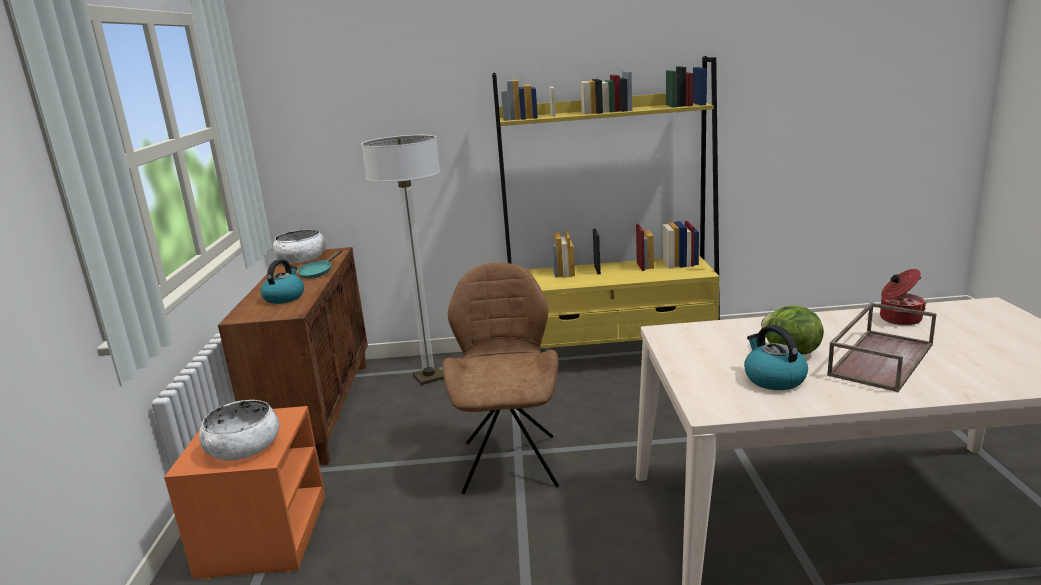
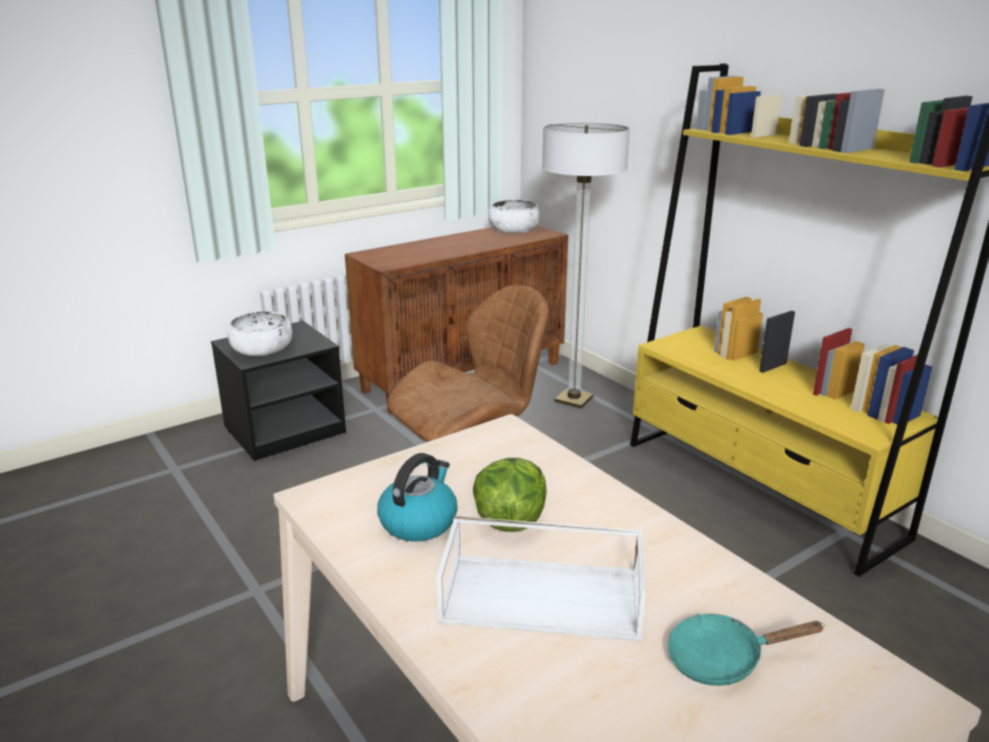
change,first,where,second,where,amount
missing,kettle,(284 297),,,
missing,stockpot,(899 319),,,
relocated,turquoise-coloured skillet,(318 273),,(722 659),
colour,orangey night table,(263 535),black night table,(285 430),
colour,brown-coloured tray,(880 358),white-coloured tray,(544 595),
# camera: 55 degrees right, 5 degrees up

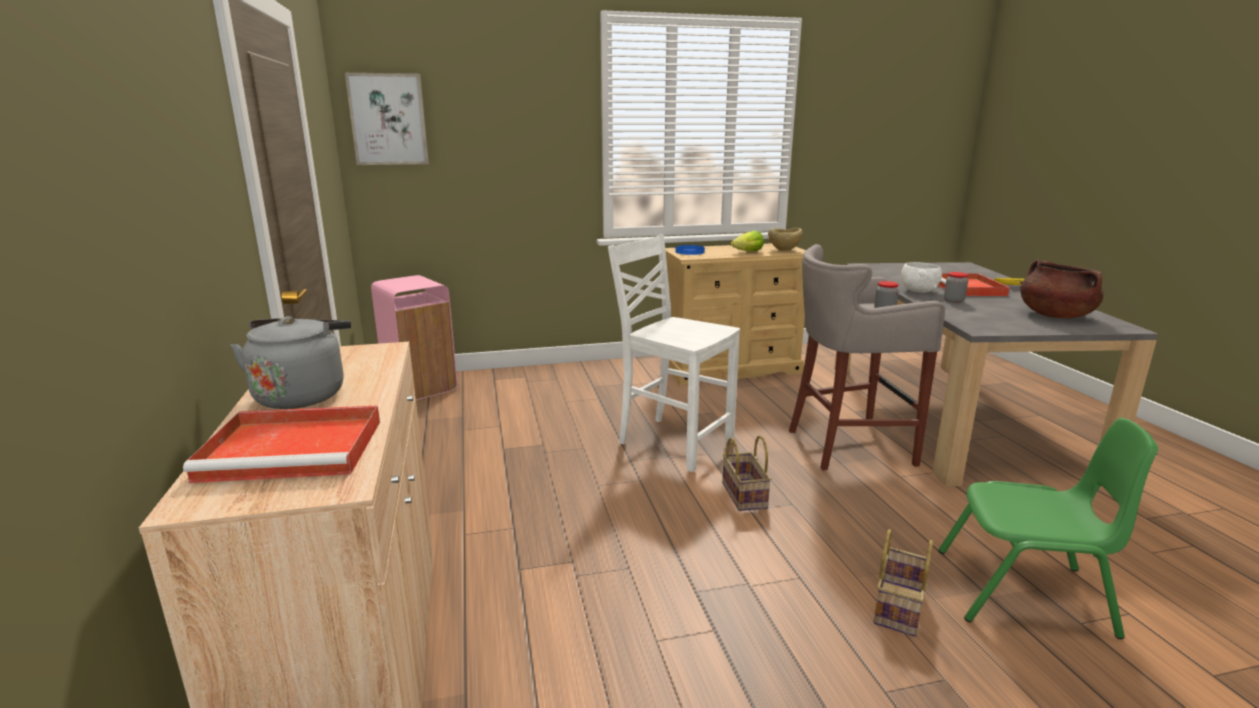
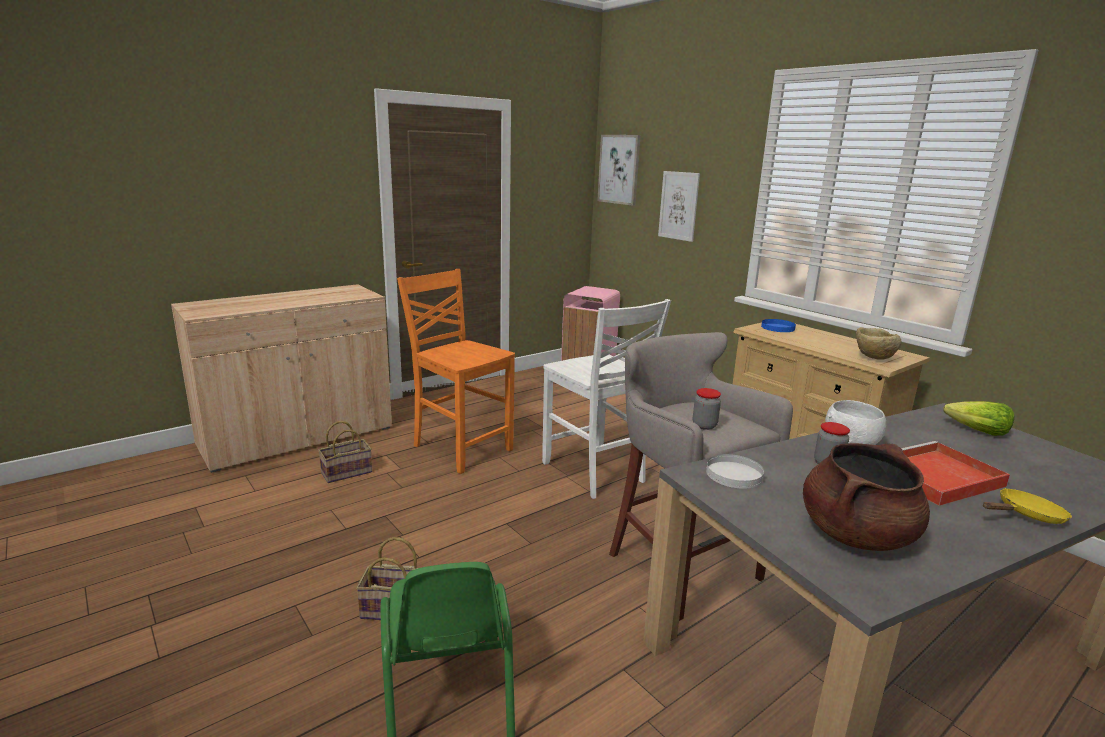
change,first,where,second,where,amount
missing,red-coloured tray,(297 449),,,
missing,greyish kettle,(302 395),,,
appeared,,,orangey plain chair,(460 448),
appeared,,,picture,(678 206),
appeared,,,white-coloured flat dish,(734 474),
relocated,household basket,(742 494),,(347 472),
relocated,lettuce,(748 252),,(977 431),
spun,white-coloured plain chair,(673 442),,(595 473),135 degrees clockwise
# camera: 65 degrees right, 0 degrees up

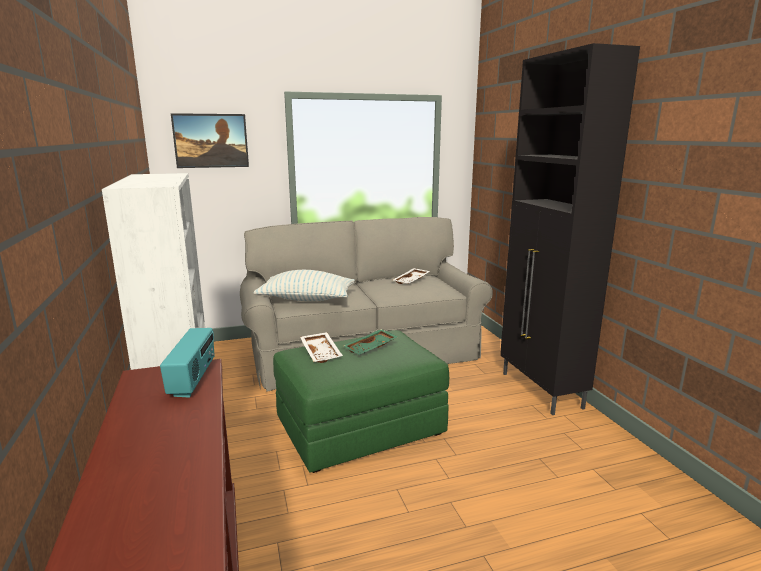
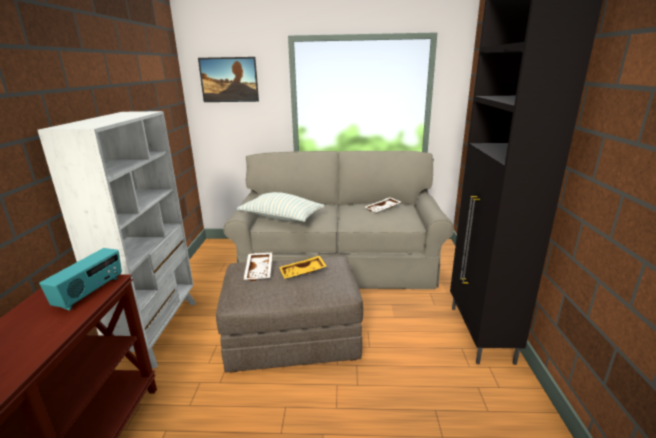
change,first,where,second,where,amount
colour,green-coloured pouffe,(360 426),greyish pouffe,(293 336),
colour,green-coloured tray,(371 348),yellow tray,(303 273),
# camera: 20 degrees right, 5 degrees up

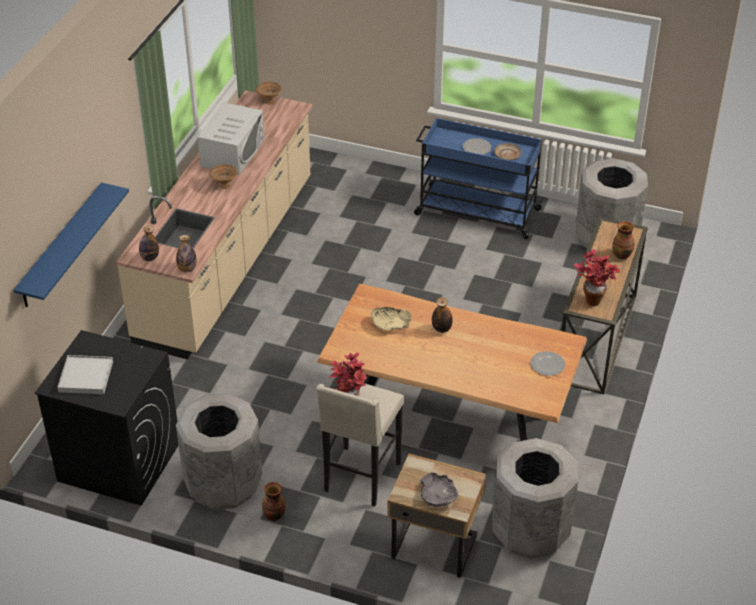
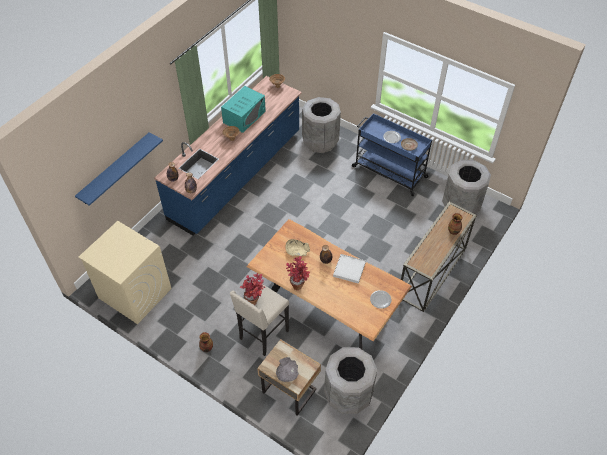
change,first,where,second,where,amount
relocated,white-coloured tray,(86 376),,(349 269),
relocated,greyish trash can,(223 484),,(320 142),
relocated,plant in a pot,(592 298),,(298 283),
colour,black washing machine,(118 461),sand-coloured washing machine,(134 293),
colour,sand-coloured kitchen counter,(228 260),bluish kitchen counter,(236 175),
colour,white-coloured microwave,(233 152),turquoise-coloured microwave,(244 117),
# camera: 15 degrees right, 10 degrees up

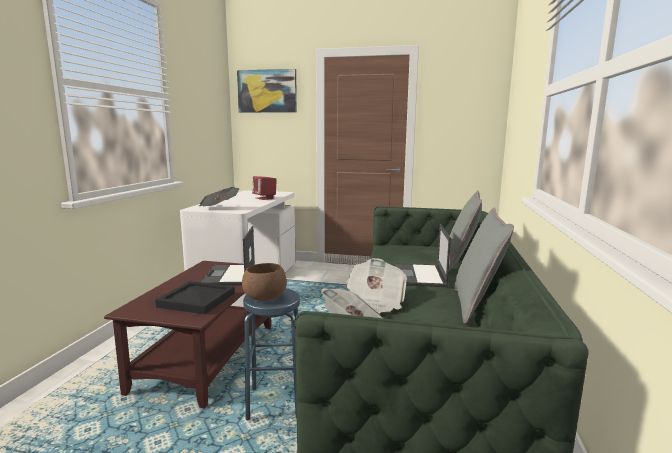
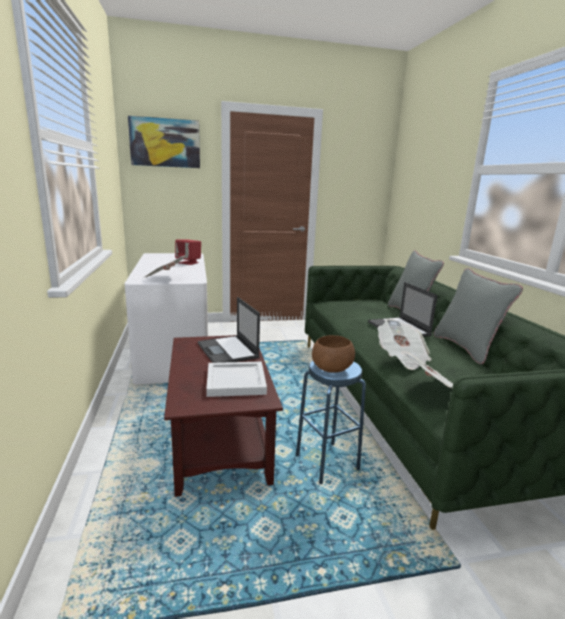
change,first,where,second,where,amount
colour,black tray,(196 299),white-coloured tray,(235 381),
# camera: 25 degrees left, 5 degrees up

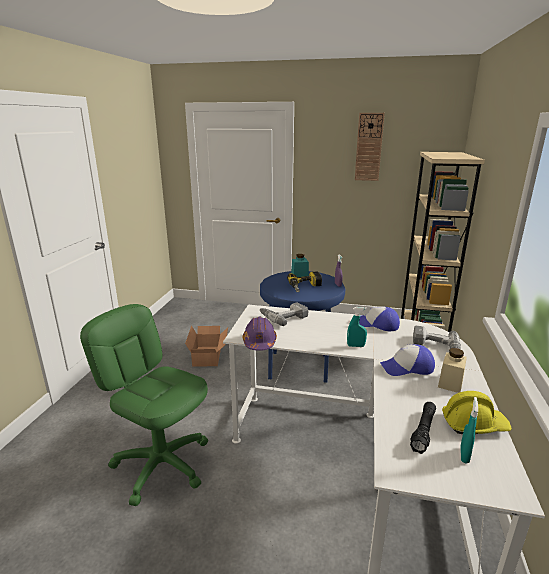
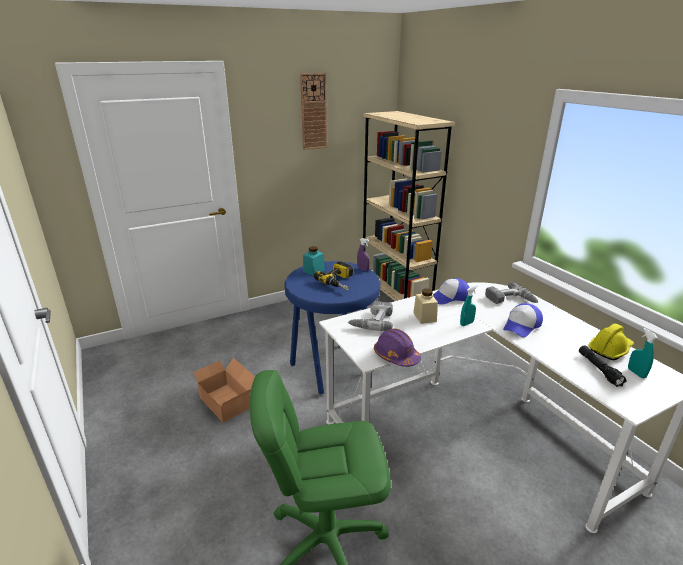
change,first,where,second,where,amount
relocated,sand-coloured jar,(450 383),,(424 317),
# camera: 40 degrees left, 5 degrees up

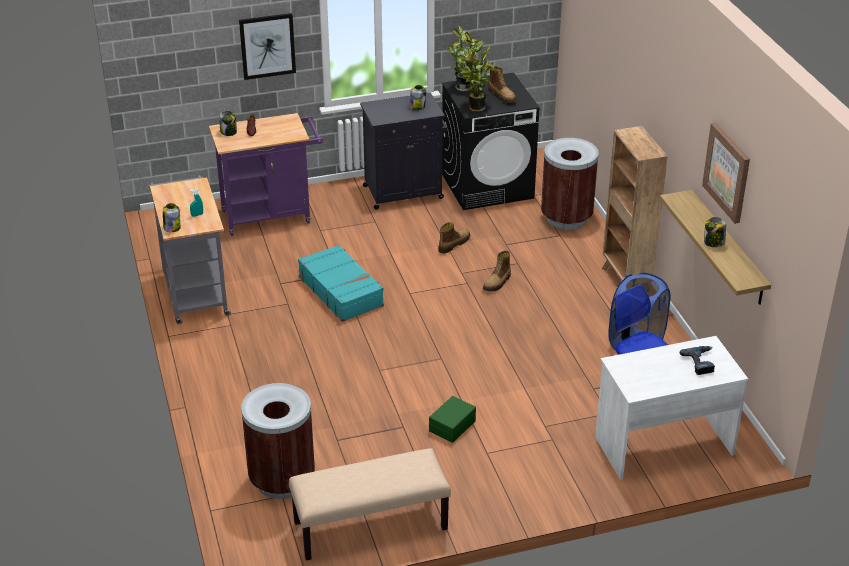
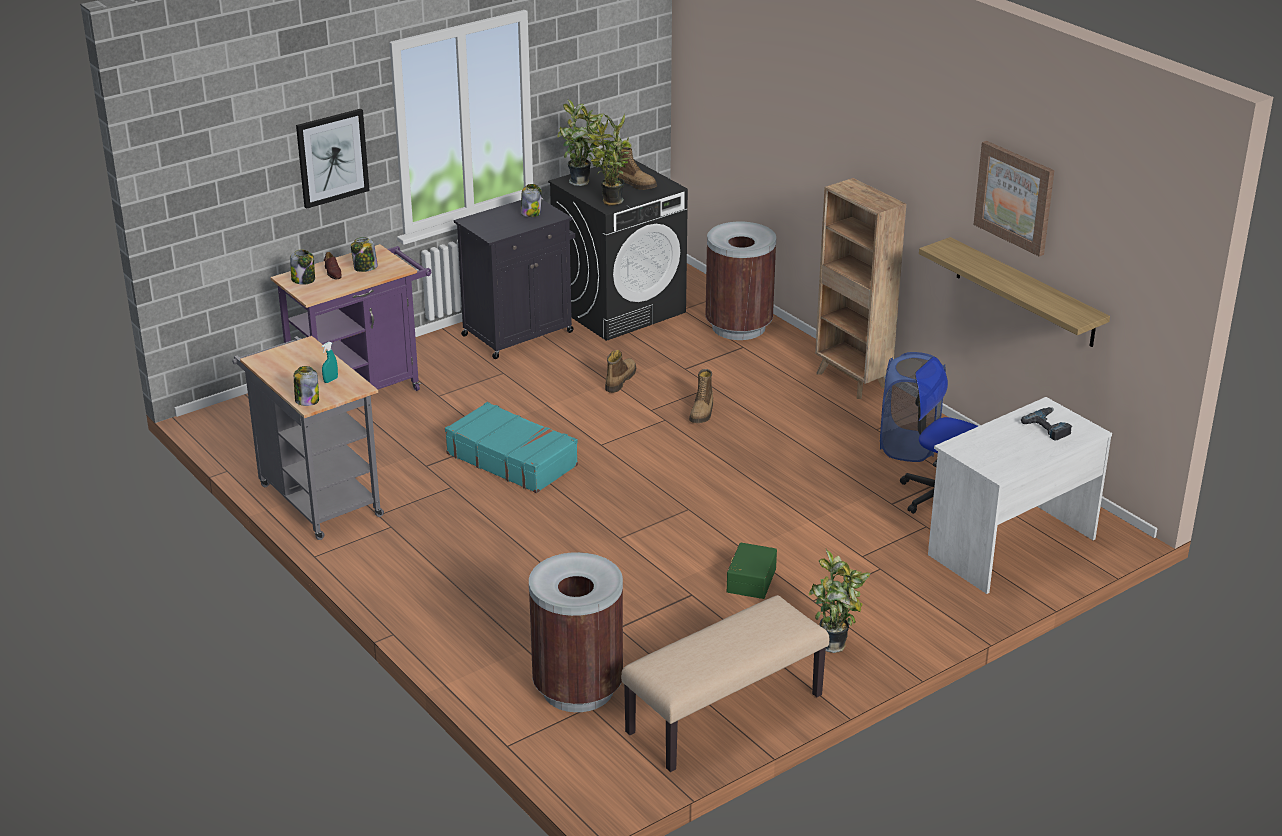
change,first,where,second,where,amount
appeared,,,plant in a pot,(836 645),
relocated,jar,(713 243),,(365 268),
# camera: 20 degrees left, 5 degrees down

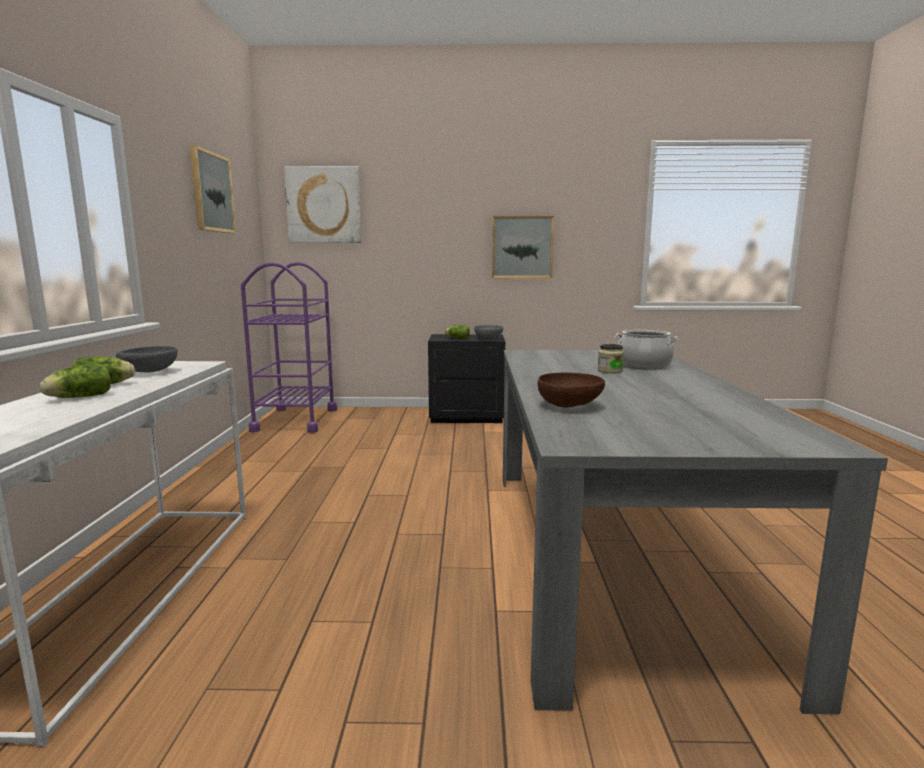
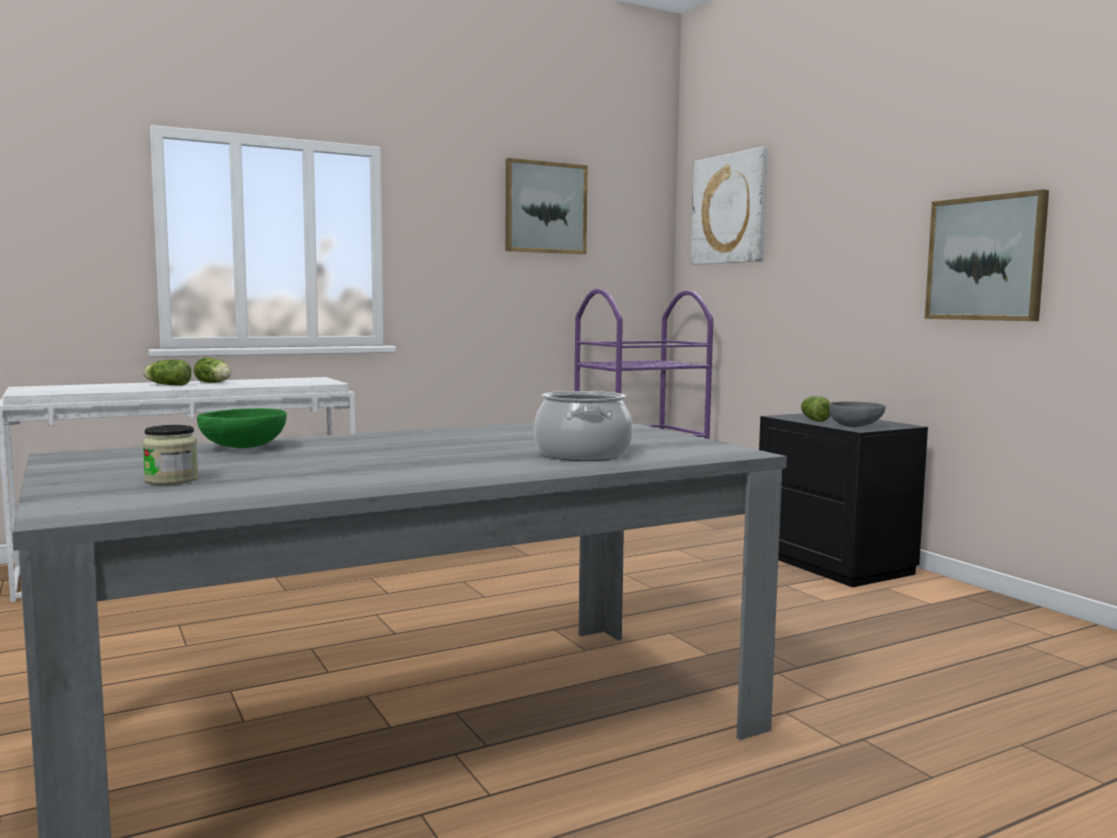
change,first,where,second,where,amount
missing,greyish serving bowl,(150 372),,,
relocated,jar,(610 371),,(171 480),
colour,brown-coloured serving bowl,(570 406),green-coloured serving bowl,(243 448),
# camera: 60 degrees right, 5 degrees down

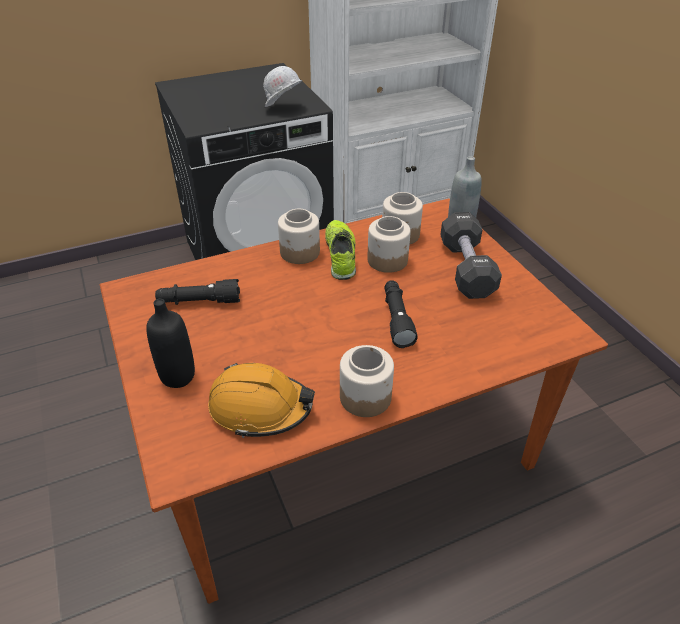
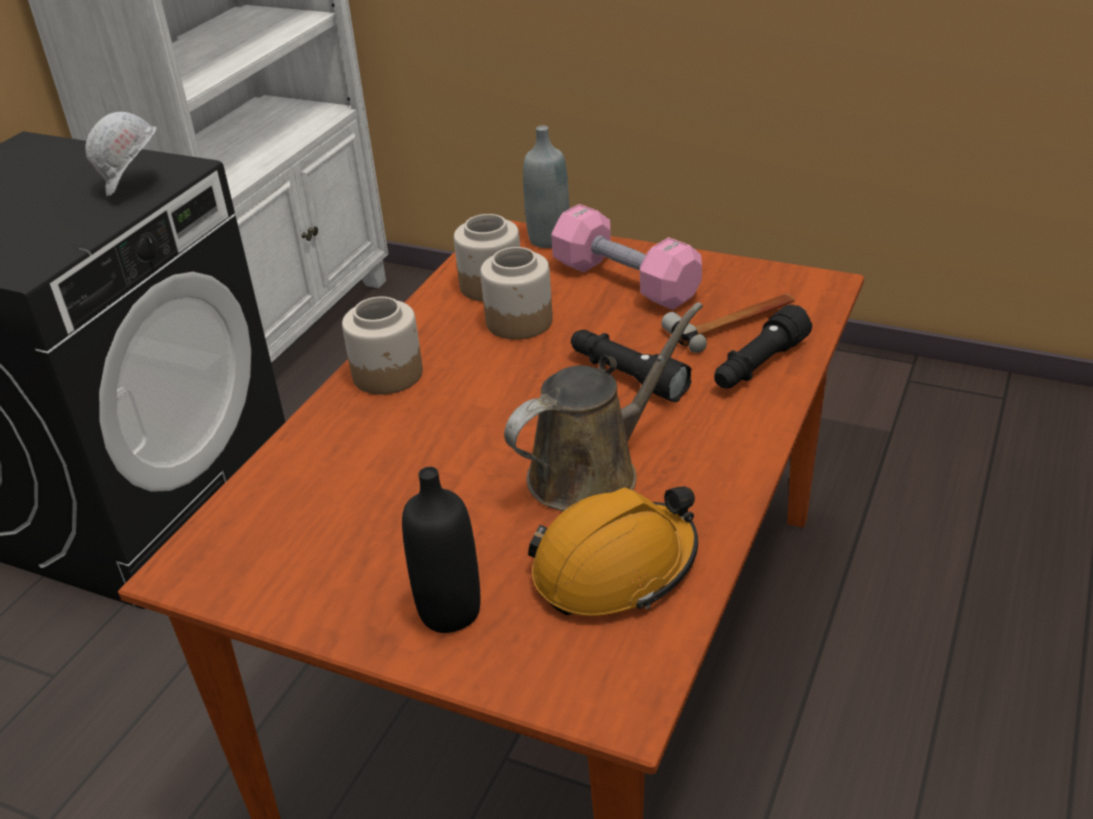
change,first,where,second,where,amount
missing,item of footwear,(341 255),,,
missing,jar,(365 397),,,
appeared,,,brown-coloured sprinkling can,(592 471),
appeared,,,hand hammer,(733 323),
relocated,black hand torch,(199 302),,(758 365),
colour,black dumbbell,(466 269),pink-coloured dumbbell,(625 281),
# camera: 40 degrees left, 5 degrees down

